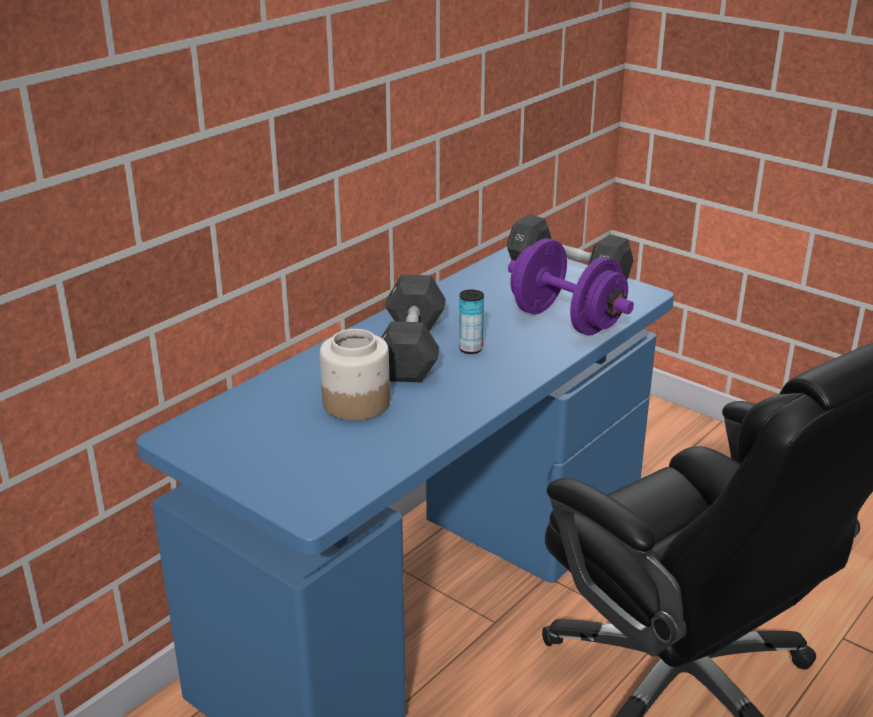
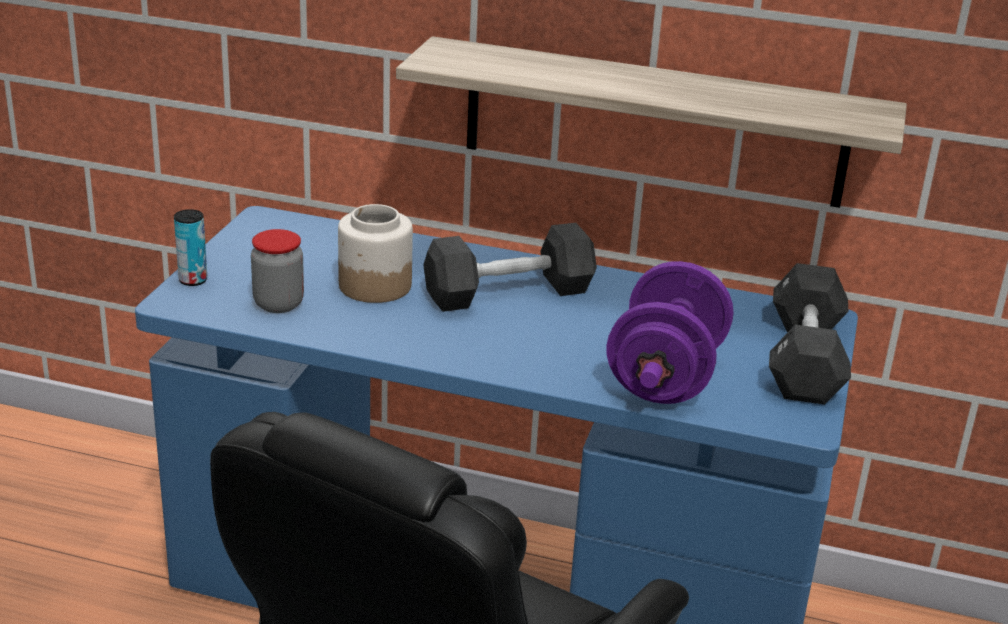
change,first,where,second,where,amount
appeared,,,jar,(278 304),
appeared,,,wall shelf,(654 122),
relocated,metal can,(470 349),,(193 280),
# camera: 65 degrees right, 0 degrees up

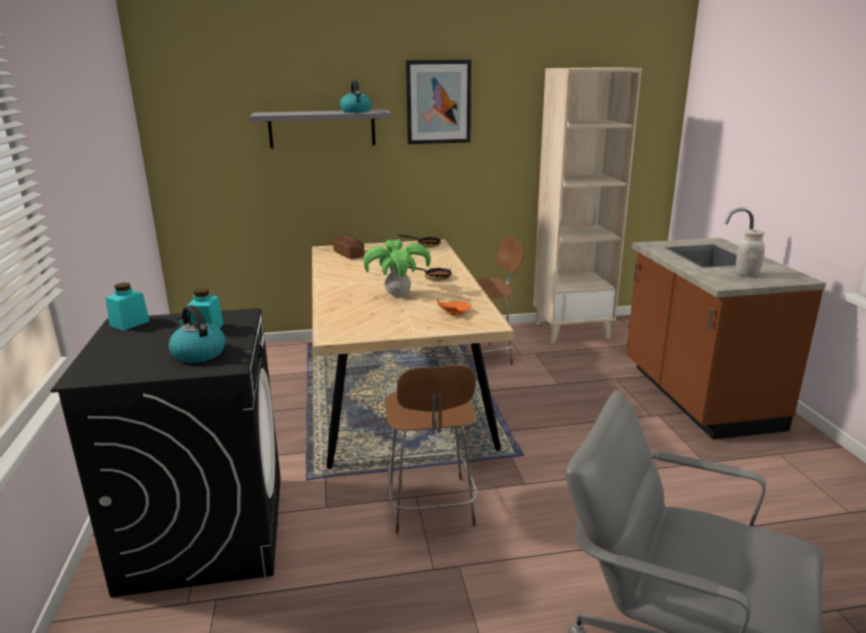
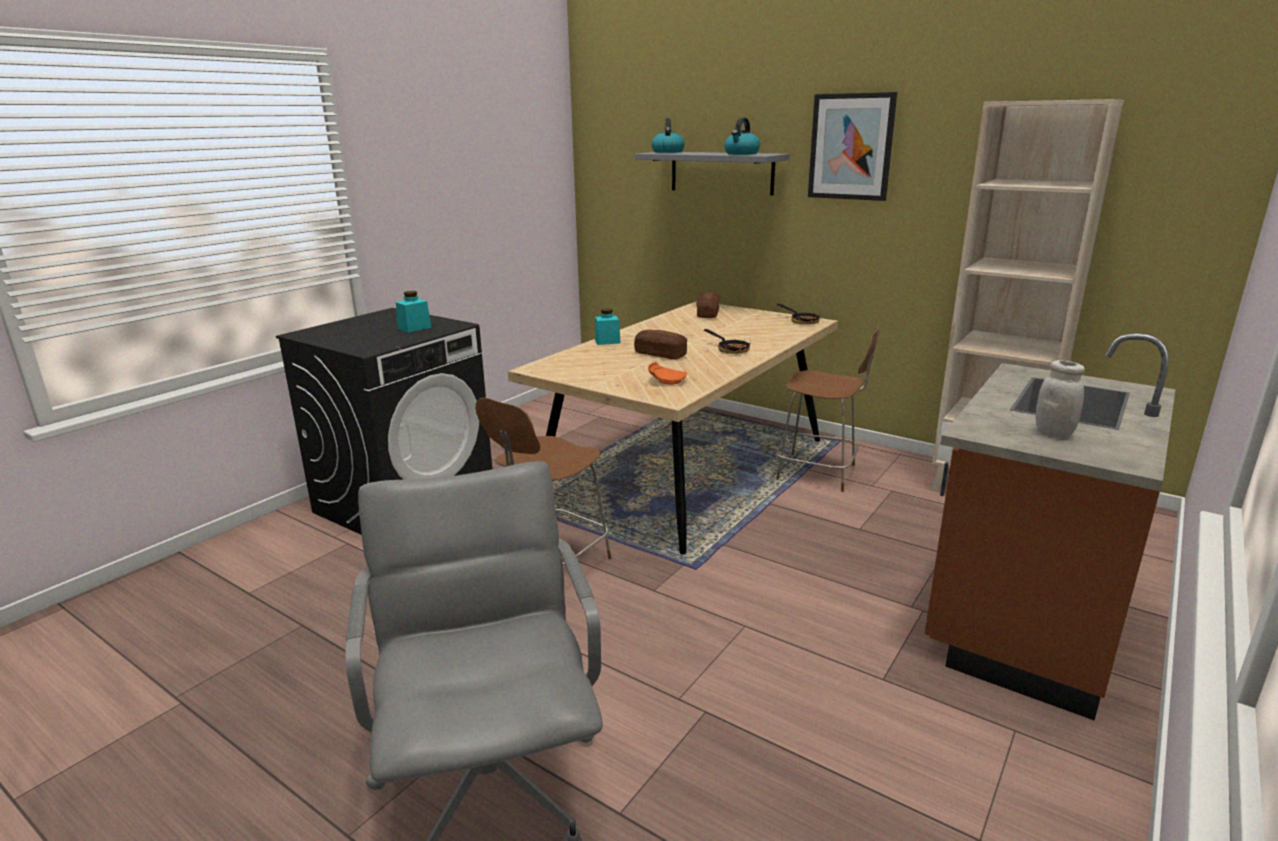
change,first,where,second,where,amount
relocated,turquoise-coloured jar,(129 323),,(607 341),
relocated,kettle,(198 353),,(667 152),
exchanged,plant in a pot,(397 295),baked bread,(660 354),
# camera: 45 degrees right, 0 degrees up

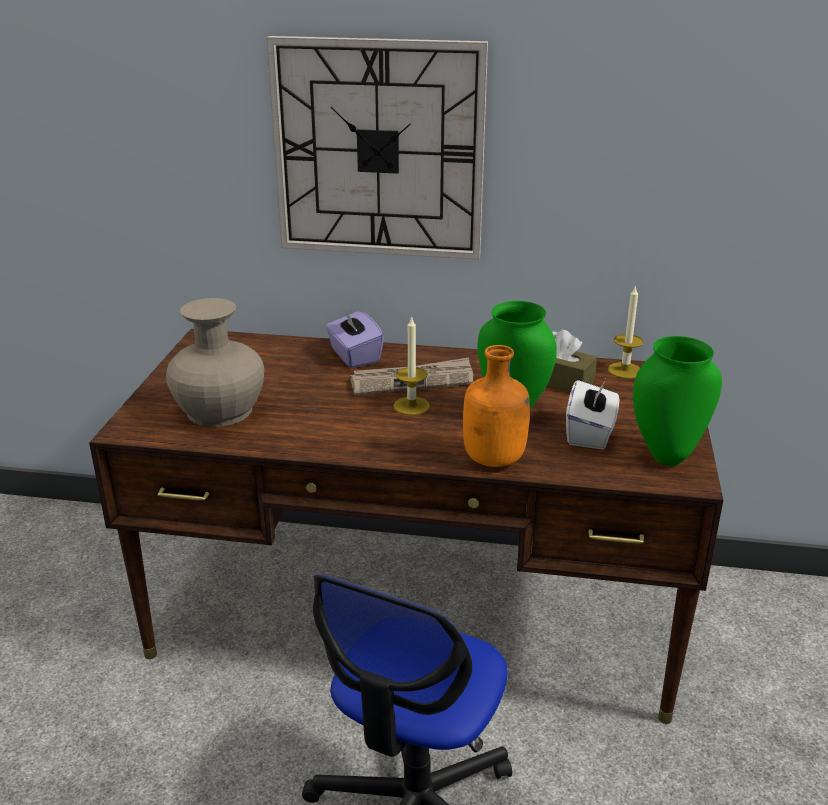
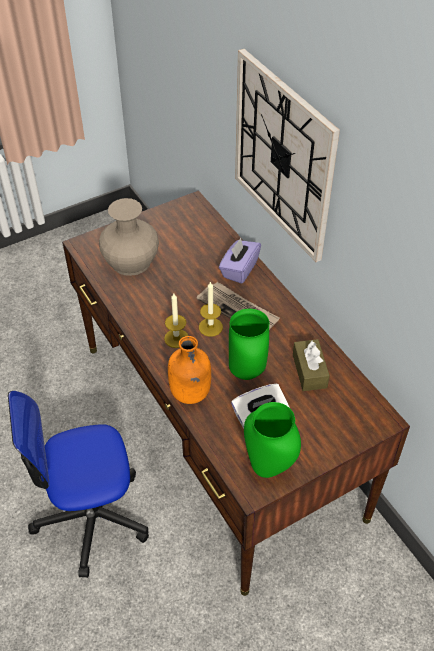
change,first,where,second,where,amount
relocated,wax candle,(625 370),,(176 338),
# camera: 50 degrees right, 20 degrees up

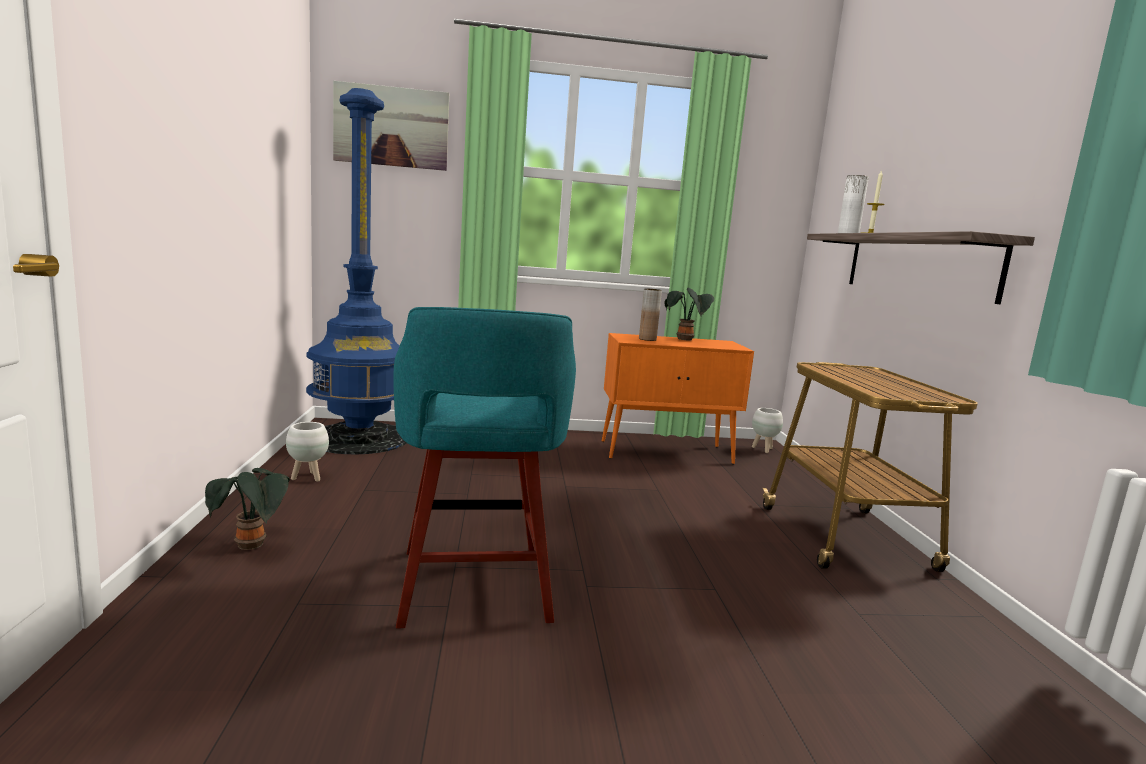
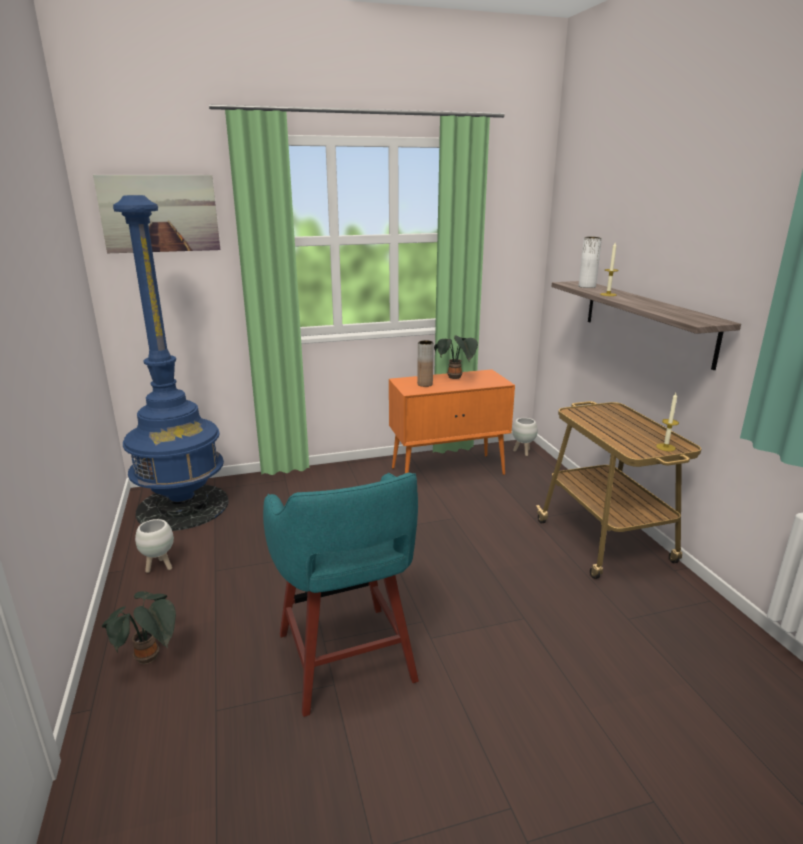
change,first,where,second,where,amount
appeared,,,wax candle,(665 447),
# camera: 10 degrees left, 10 degrees up

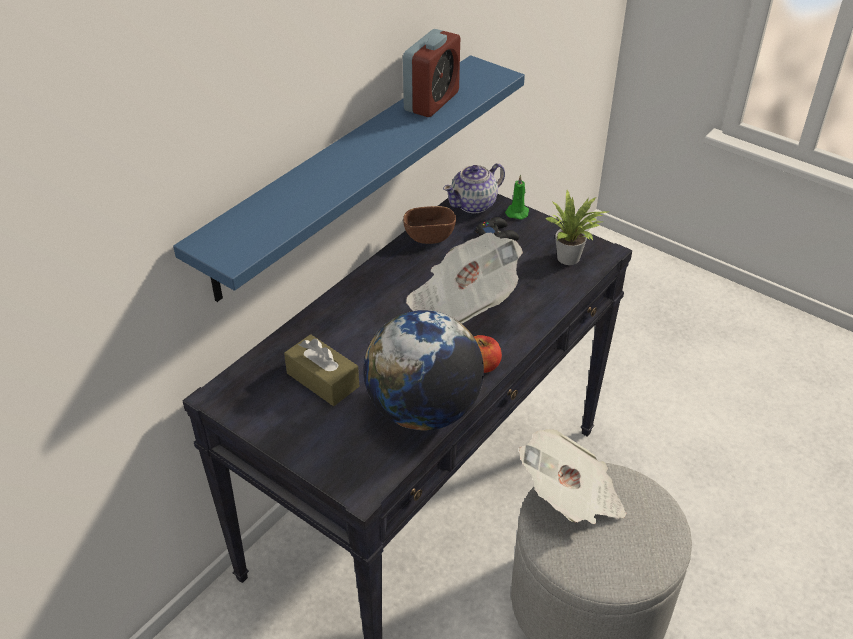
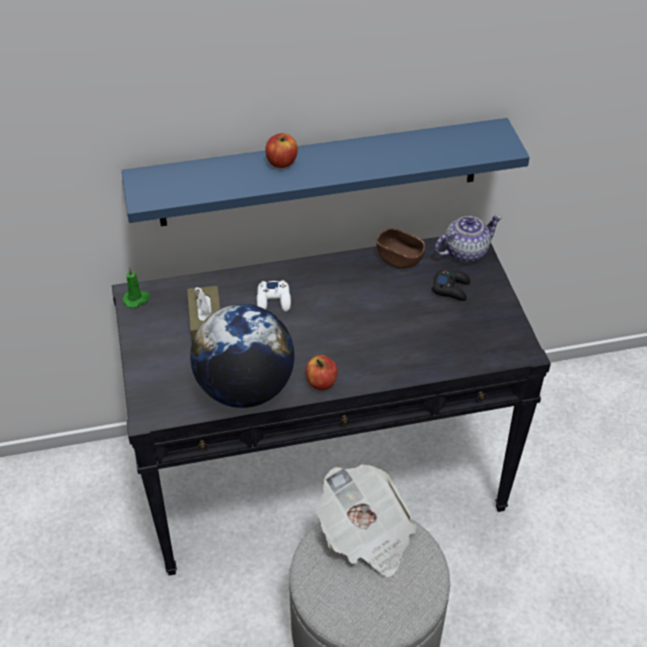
change,first,where,second,where,amount
missing,table clock,(431 101),,,
missing,daily paper,(462 303),,,
missing,plant in a pot,(571 259),,,
appeared,,,white-coloured game controller,(274 300),
appeared,,,apple,(281 162),
relocated,green-coloured wax candle,(517 212),,(137 299),
spun,pot for tea,(474 204),,(465 252),150 degrees clockwise
# camera: 40 degrees right, 5 degrees up

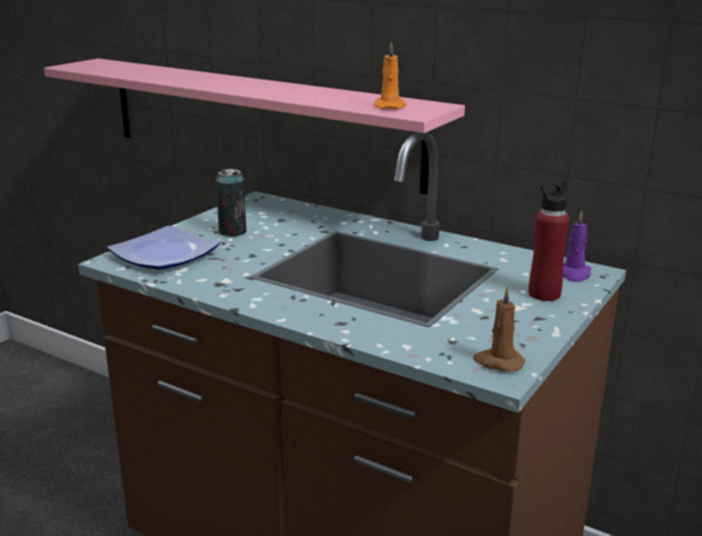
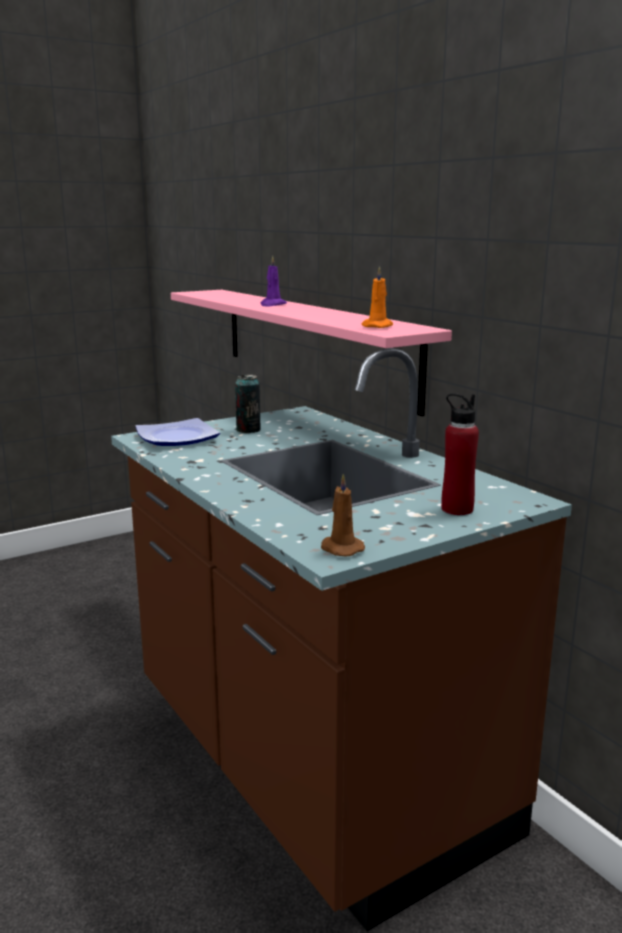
change,first,where,second,where,amount
relocated,purple-coloured wax candle,(573 274),,(272 305),
# camera: 25 degrees right, 5 degrees down

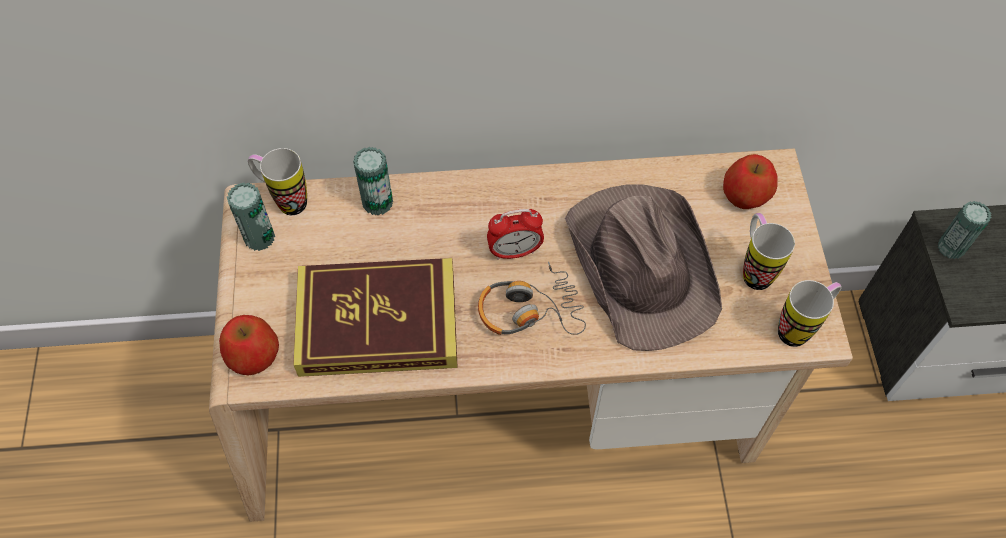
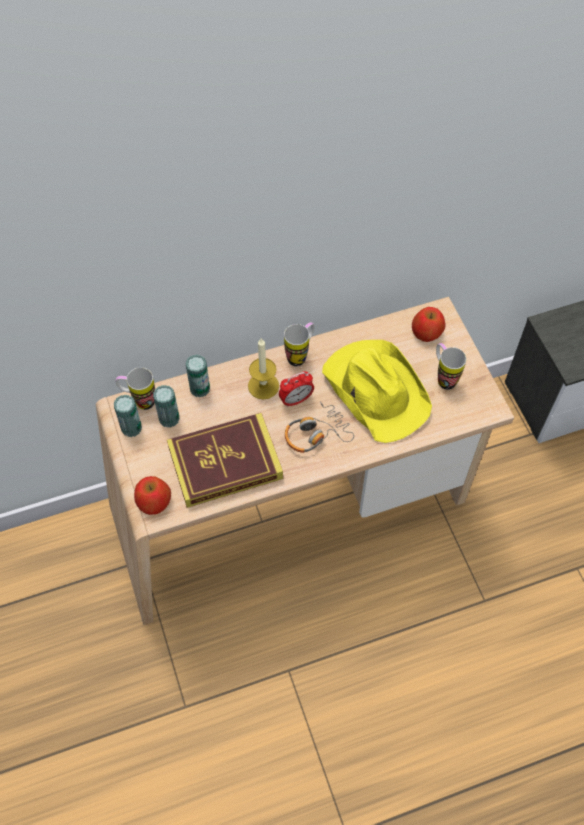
change,first,where,second,where,amount
appeared,,,wax candle,(263 386),
relocated,tea mug,(800 328),,(300 355),
relocated,metal can,(951 247),,(169 418),
colour,brown-coloured hat,(641 264),yellow hat,(376 390),
# camera: 15 degrees left, 0 degrees up

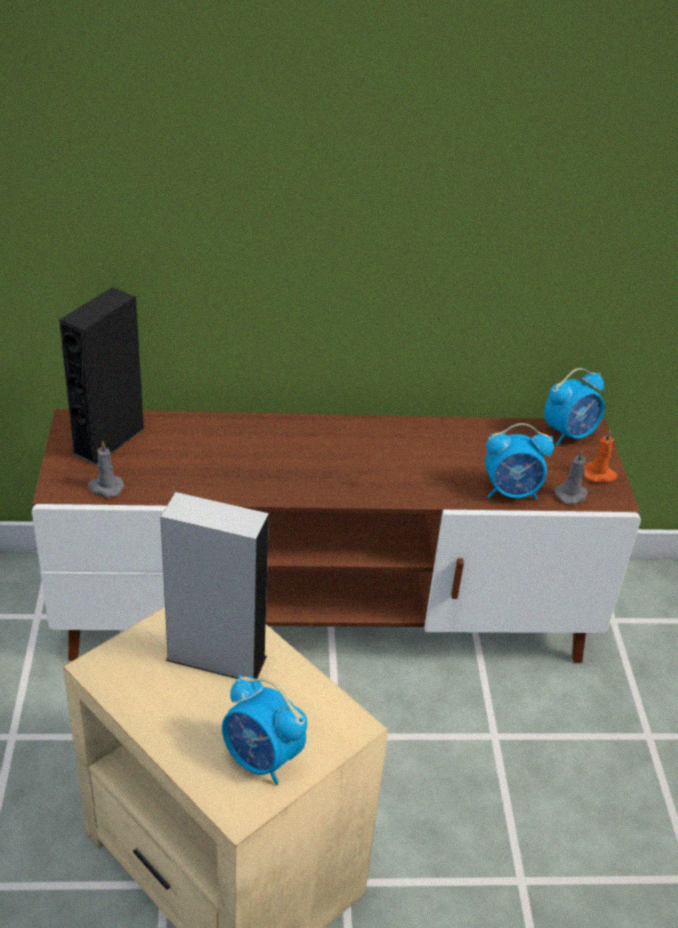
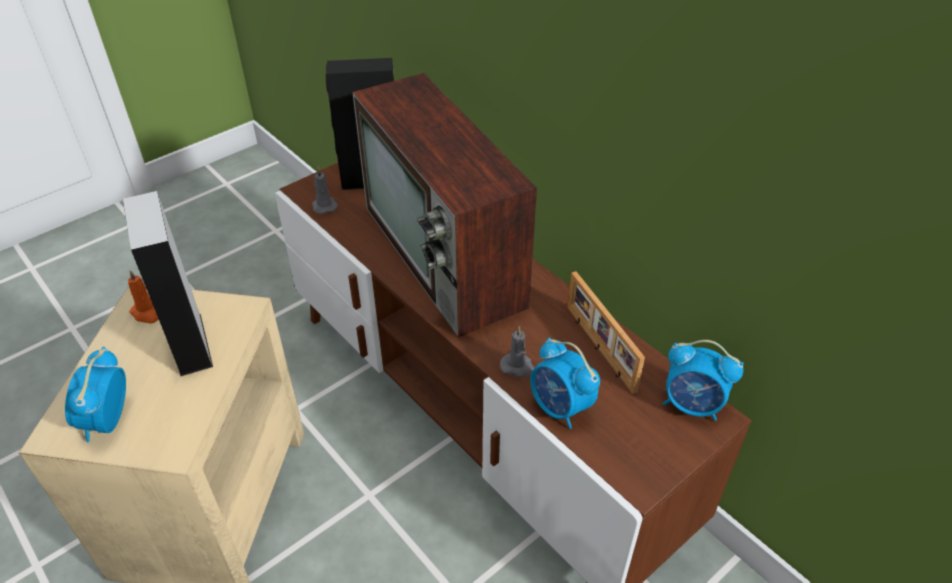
change,first,where,second,where,amount
appeared,,,television,(445 257),
appeared,,,standing frame,(598 348),
relocated,greyish wax candle,(572 495),,(518 367),
relocated,orangey wax candle,(599 475),,(147 312),
# camera: 55 degrees right, 5 degrees up

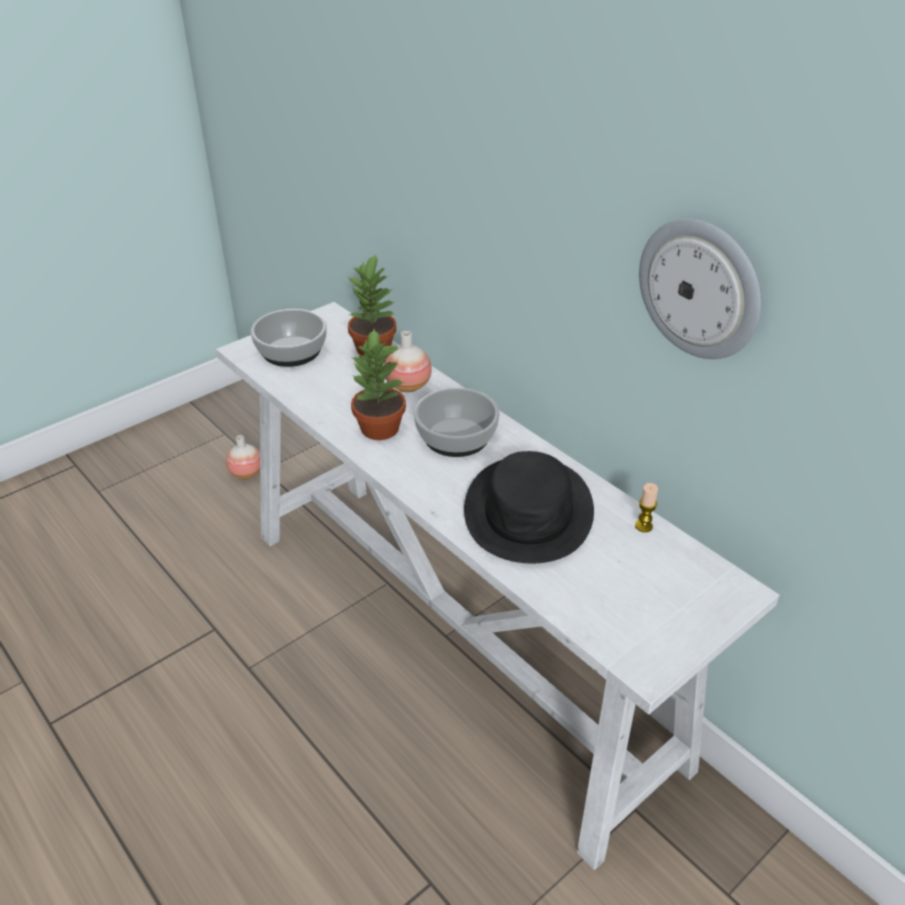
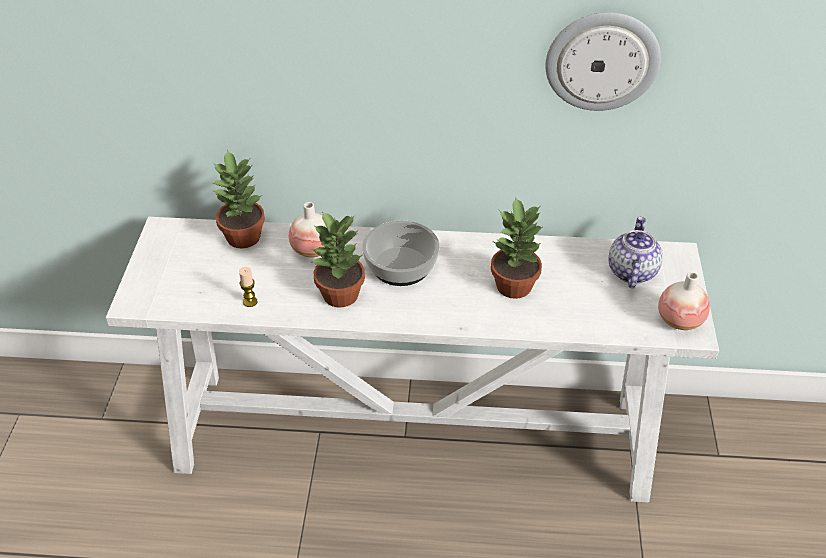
change,first,where,second,where,amount
missing,serving bowl,(290 351),,,
appeared,,,pot for tea,(631 271),
relocated,decorative vase,(246 473),,(679 321),
relocated,wax candle,(643 526),,(250 302),
exchanged,black hat,(529 511),plant in a pot,(514 285),
# camera: 45 degrees left, 5 degrees up

